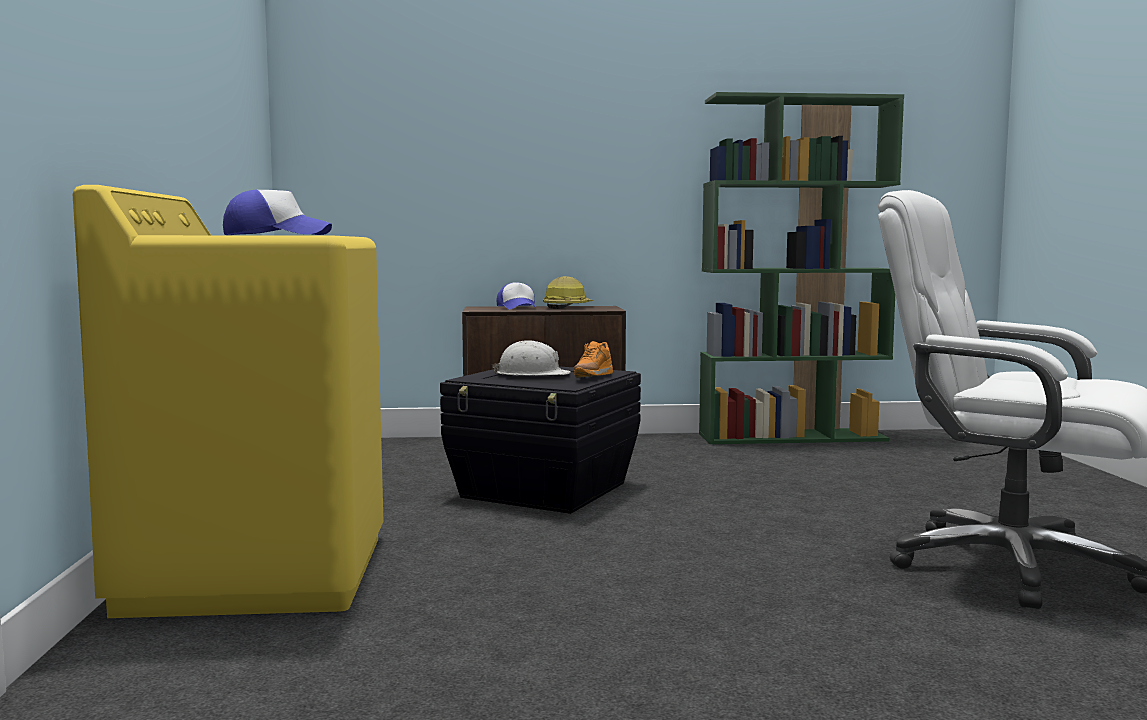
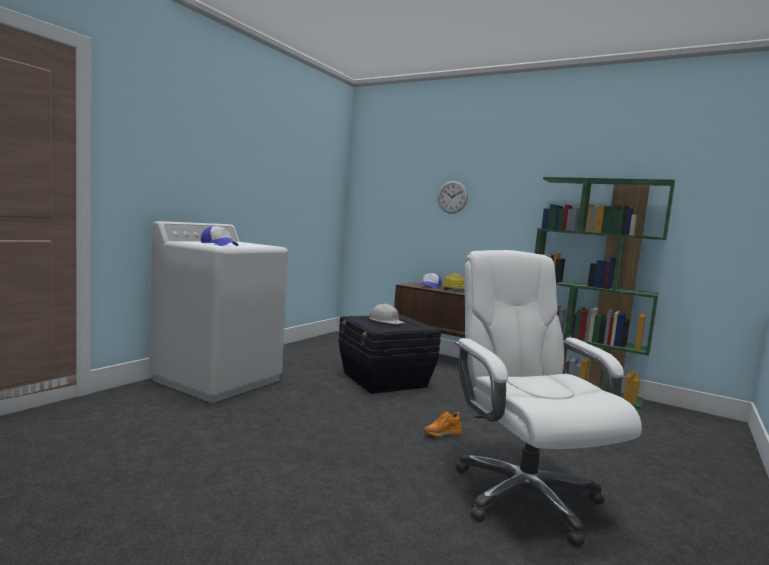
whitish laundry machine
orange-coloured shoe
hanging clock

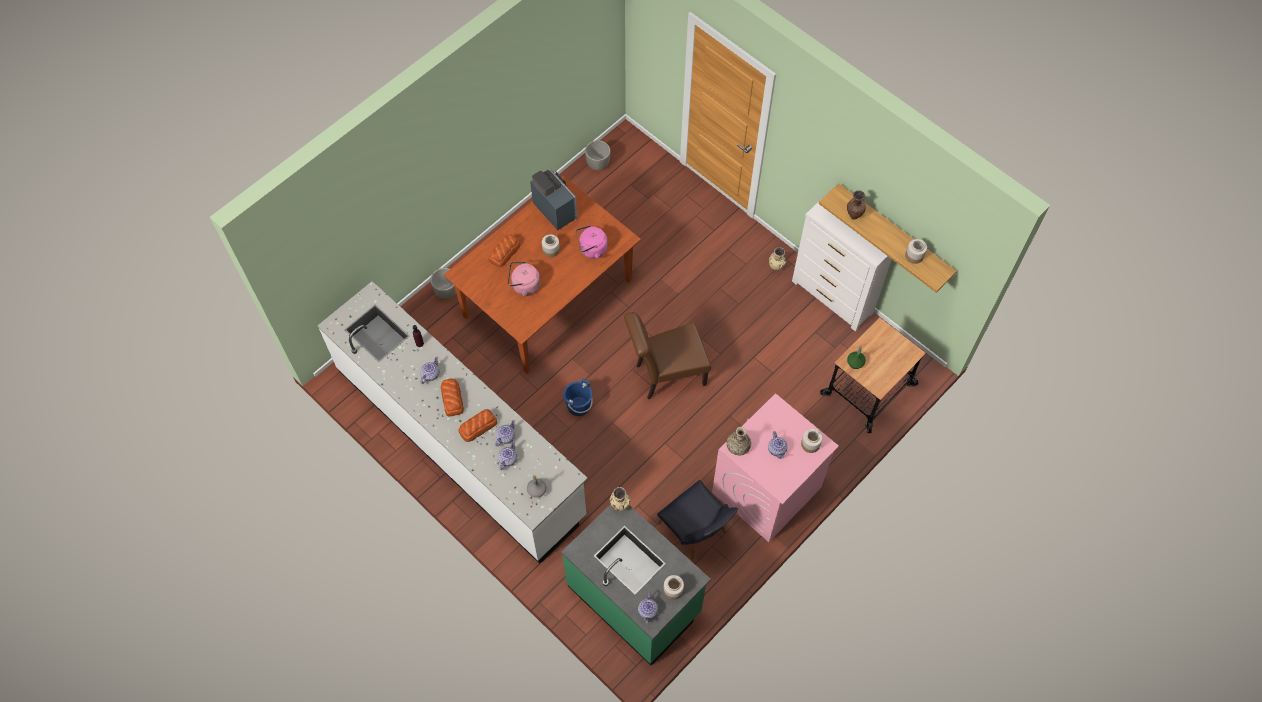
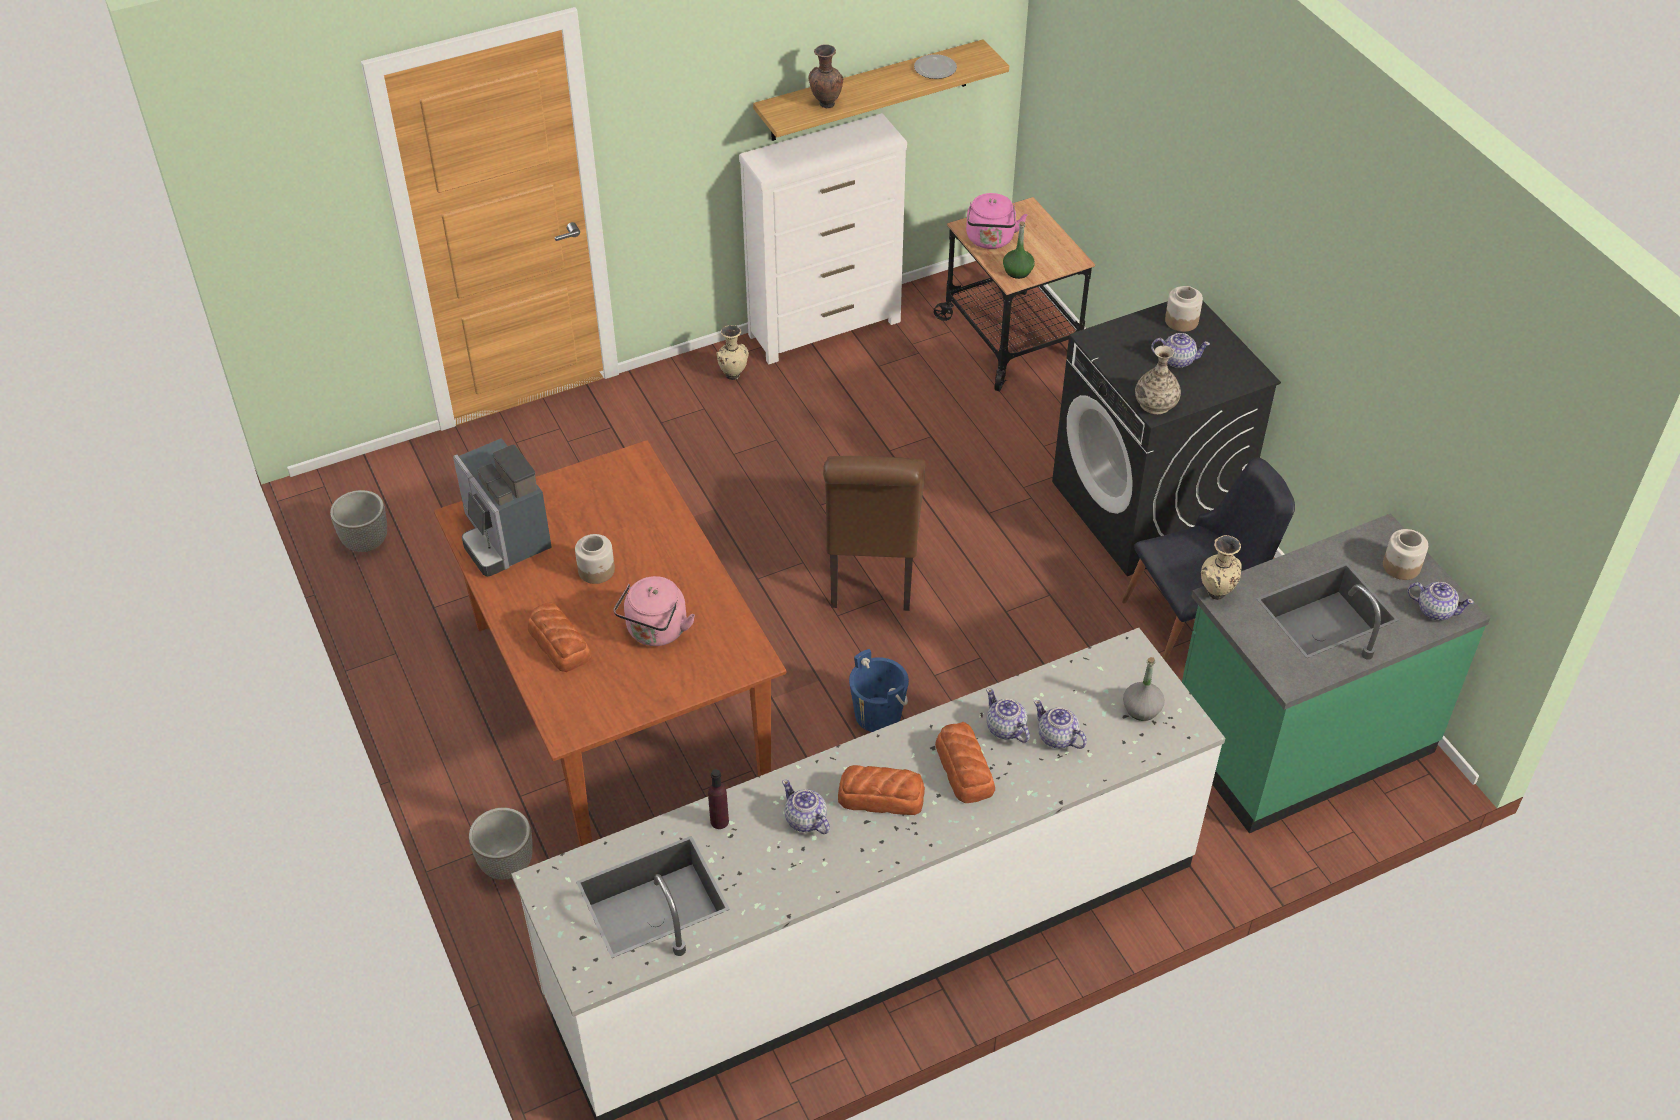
coffee machine
dinner plate
pink water kettle (no. 2 from left)
black-coloured laundry machine

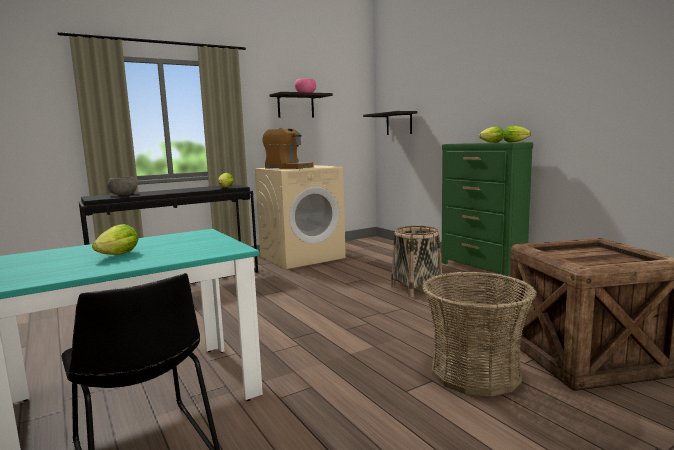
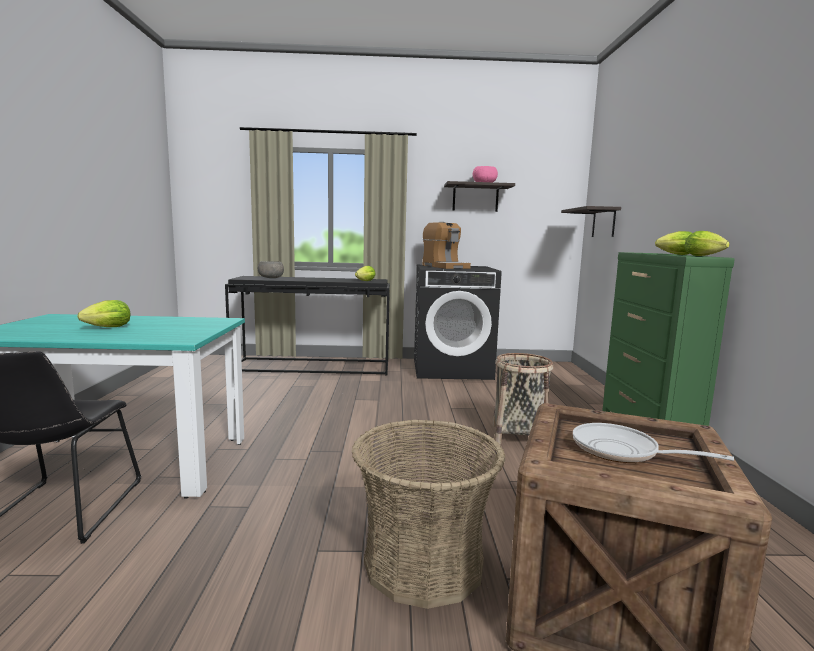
black-coloured laundry machine
skillet

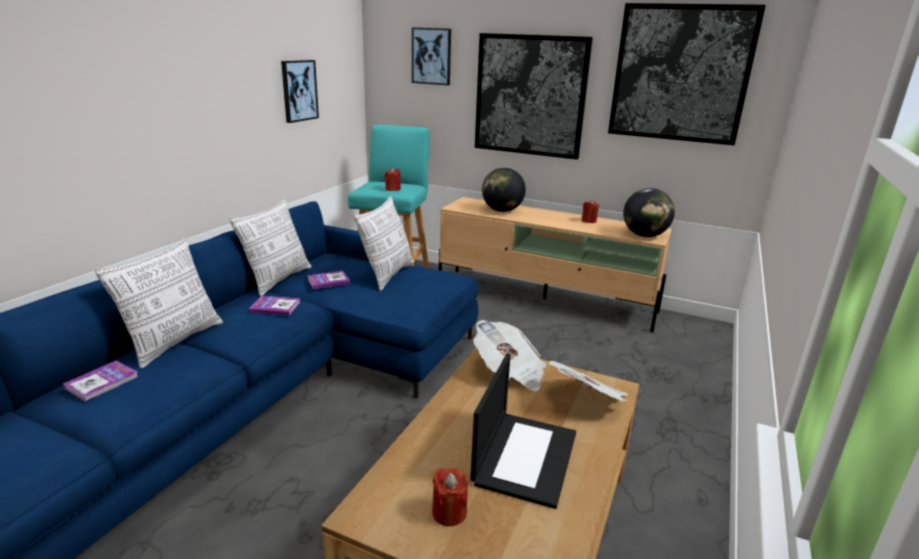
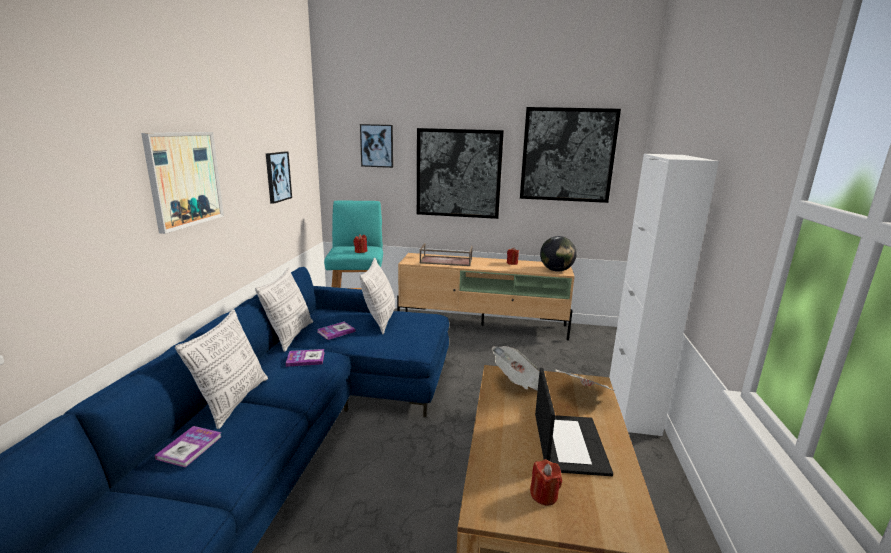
wall picture (no. 1 from left)
brownish carrying tray
whitish storage cabinet

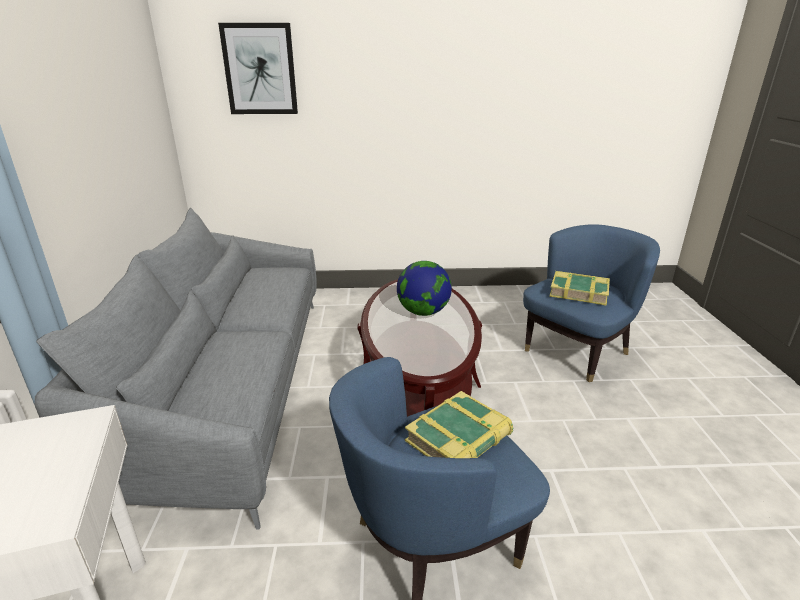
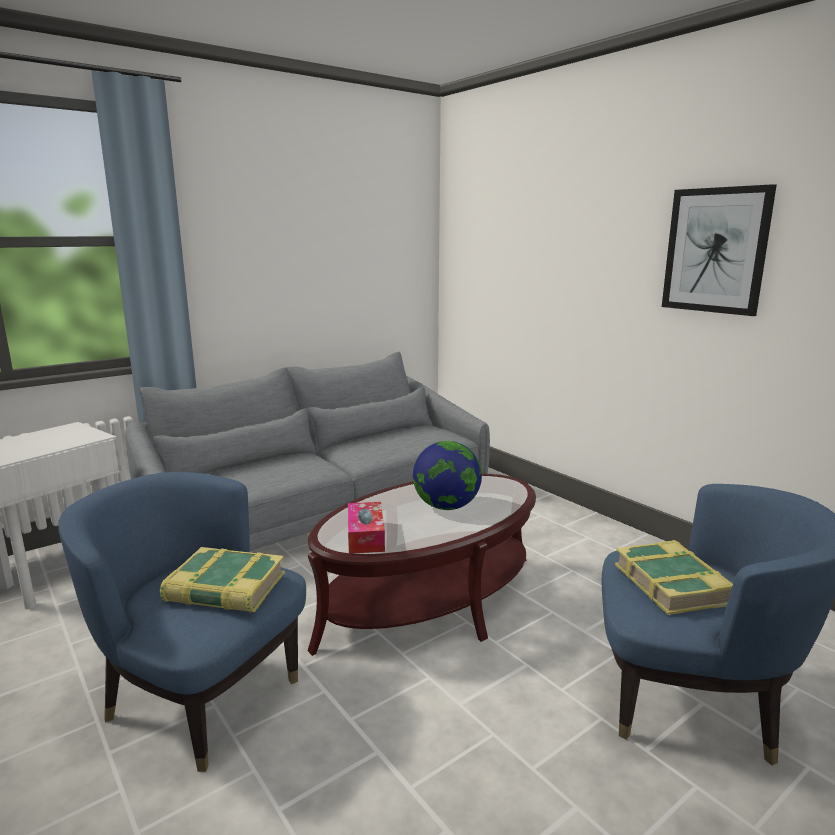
tissue box
wall picture

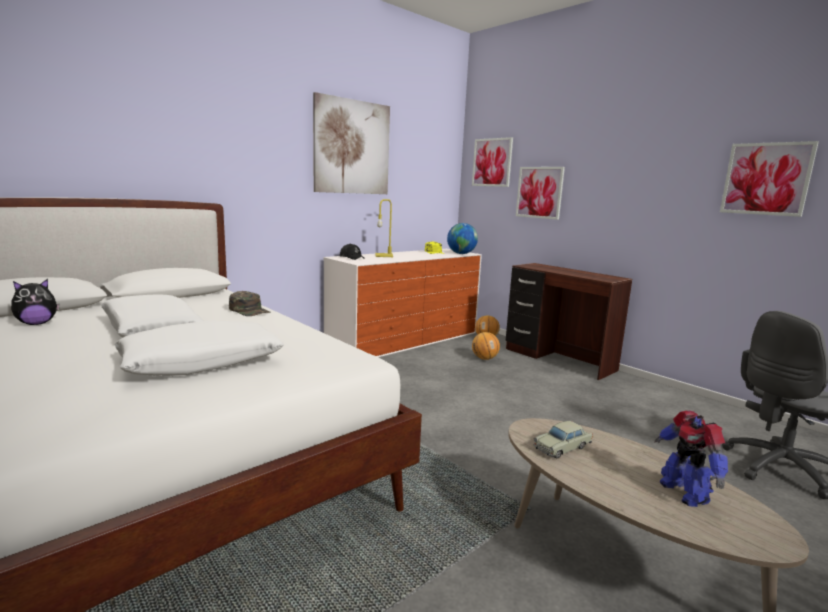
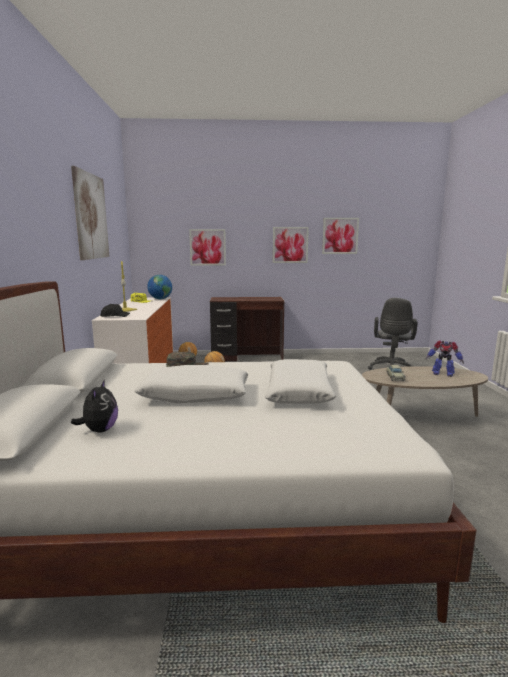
wall picture (no. 3 from left)

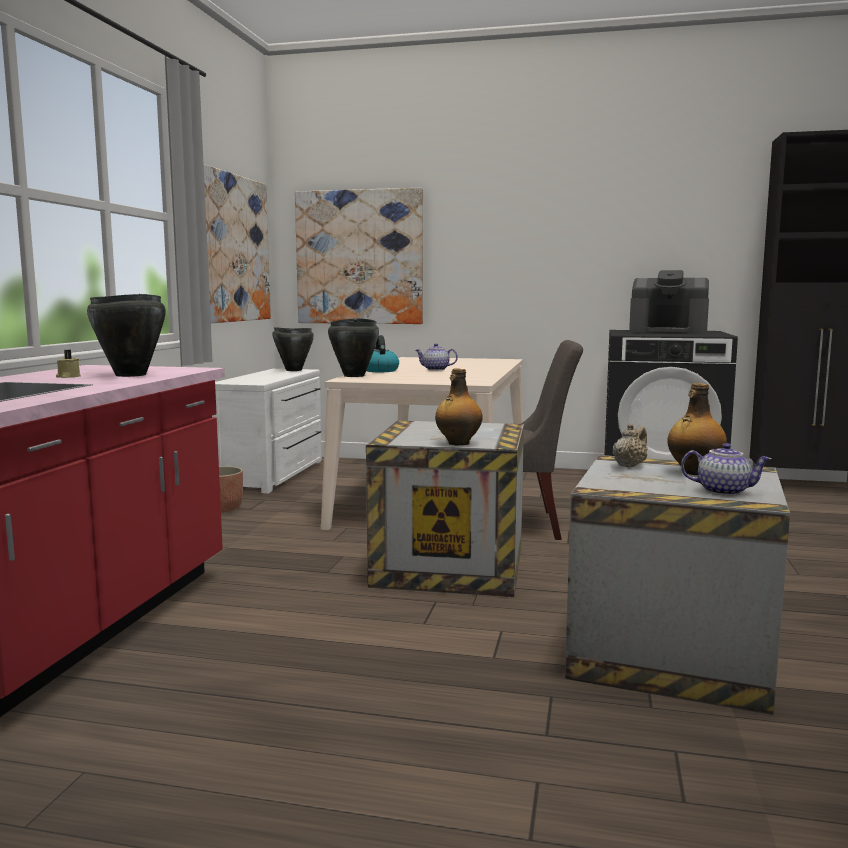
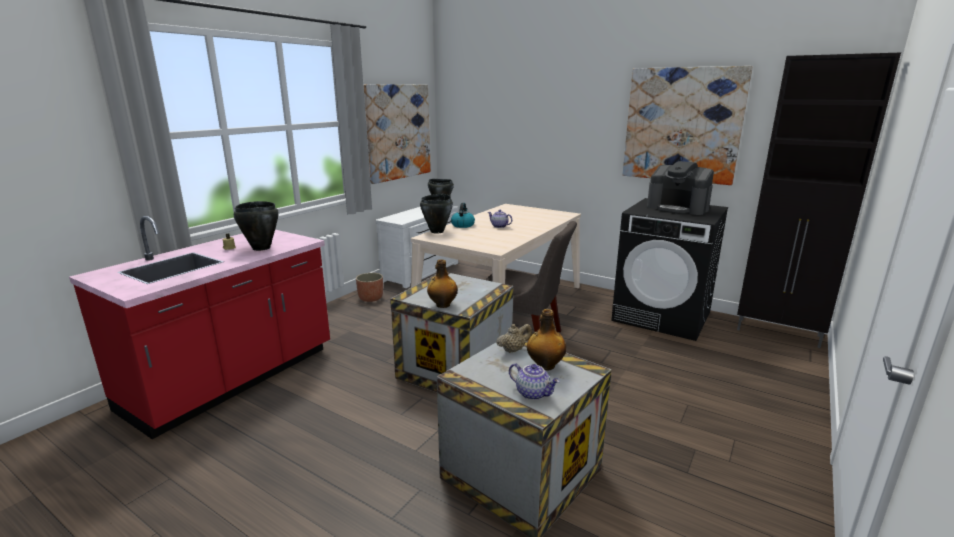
wall picture (no. 2 from left)

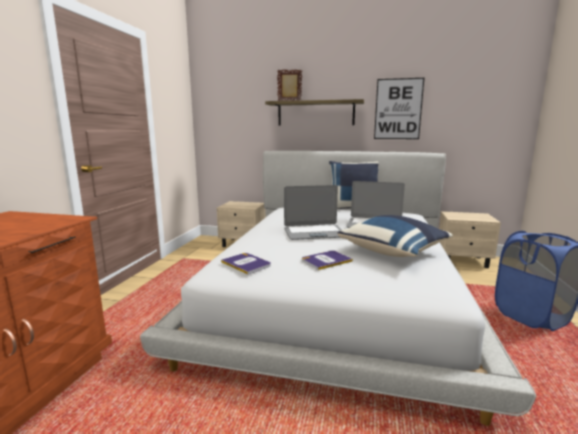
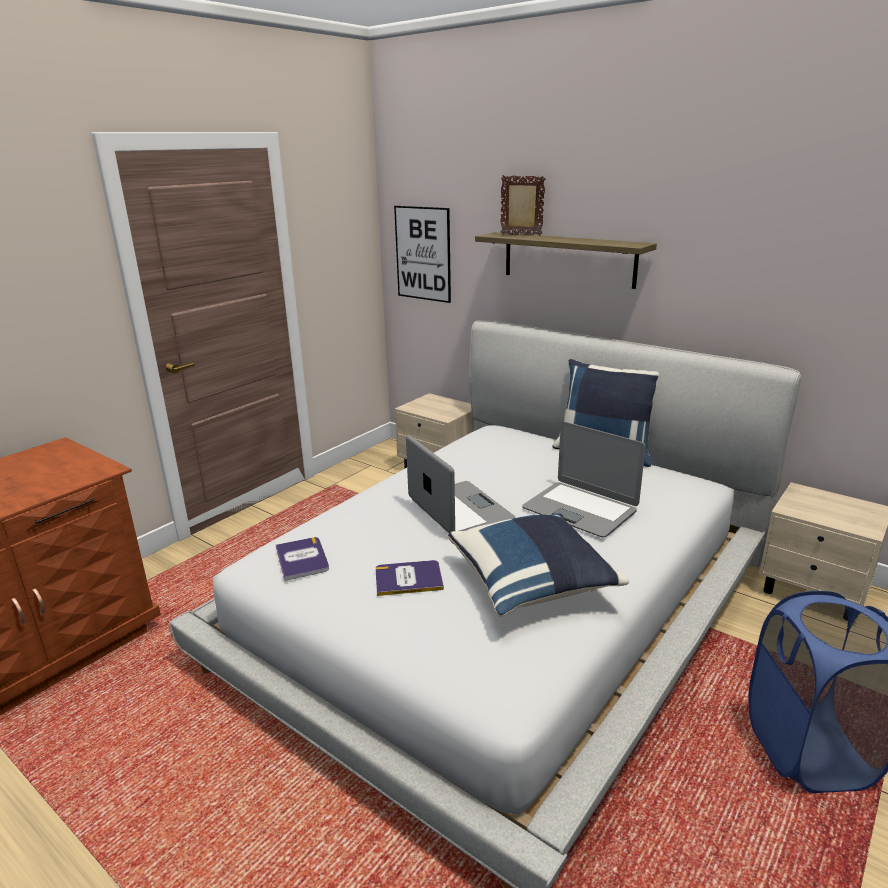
wall picture
notebook computer (no. 1 from left)

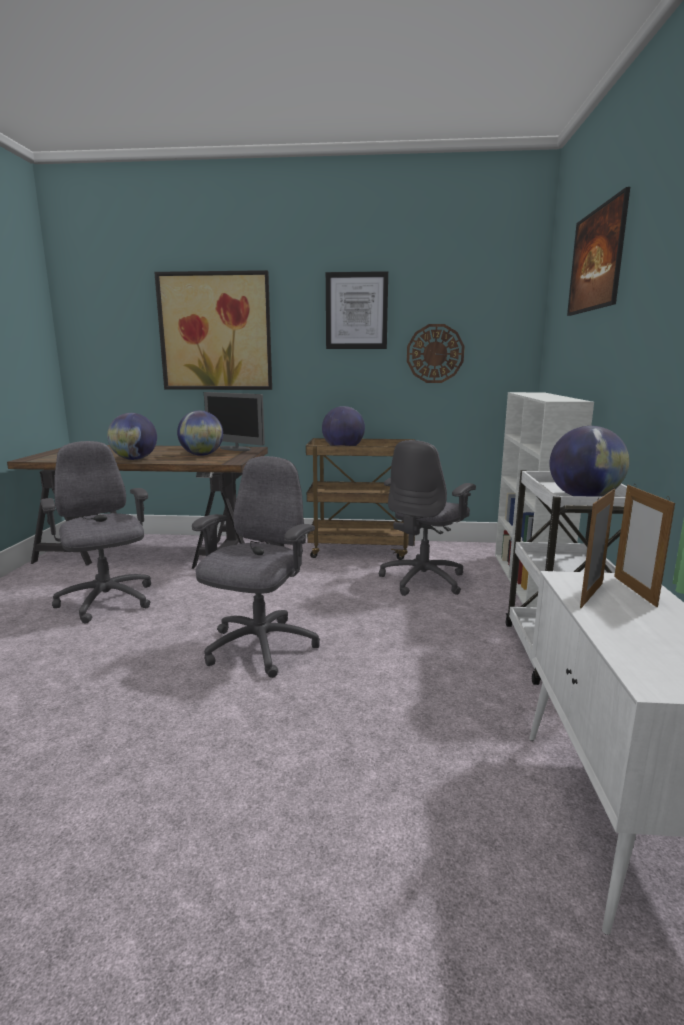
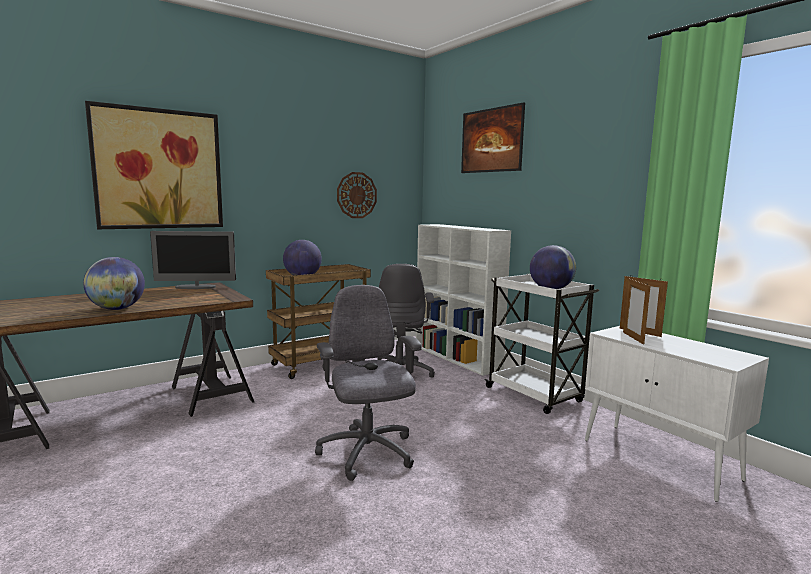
greyish desk chair (no. 1 from left in the first image)
world globe (no. 2 from left in the first image)
wall picture (no. 2 from left in the first image)

